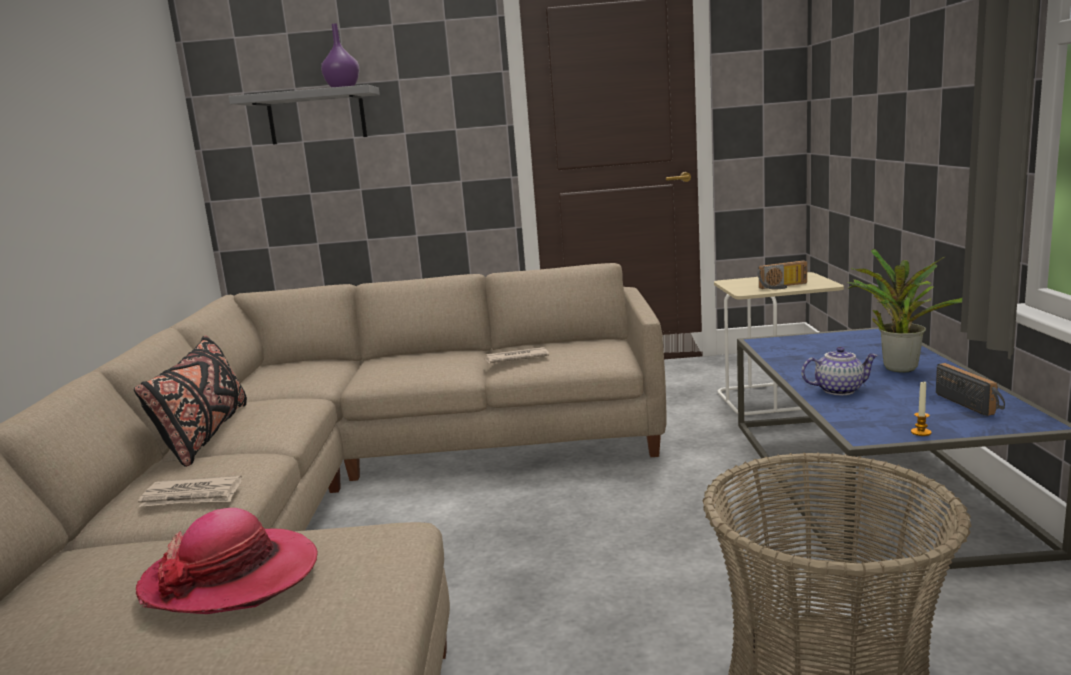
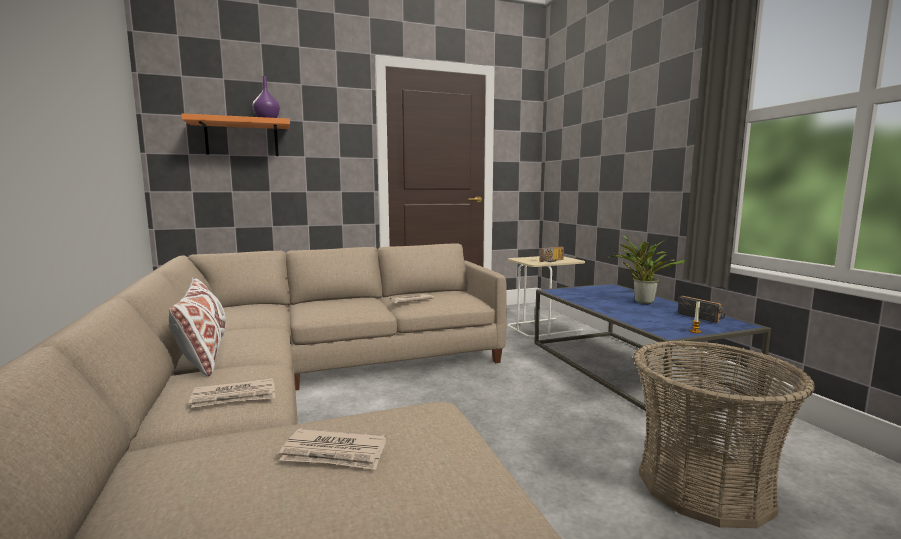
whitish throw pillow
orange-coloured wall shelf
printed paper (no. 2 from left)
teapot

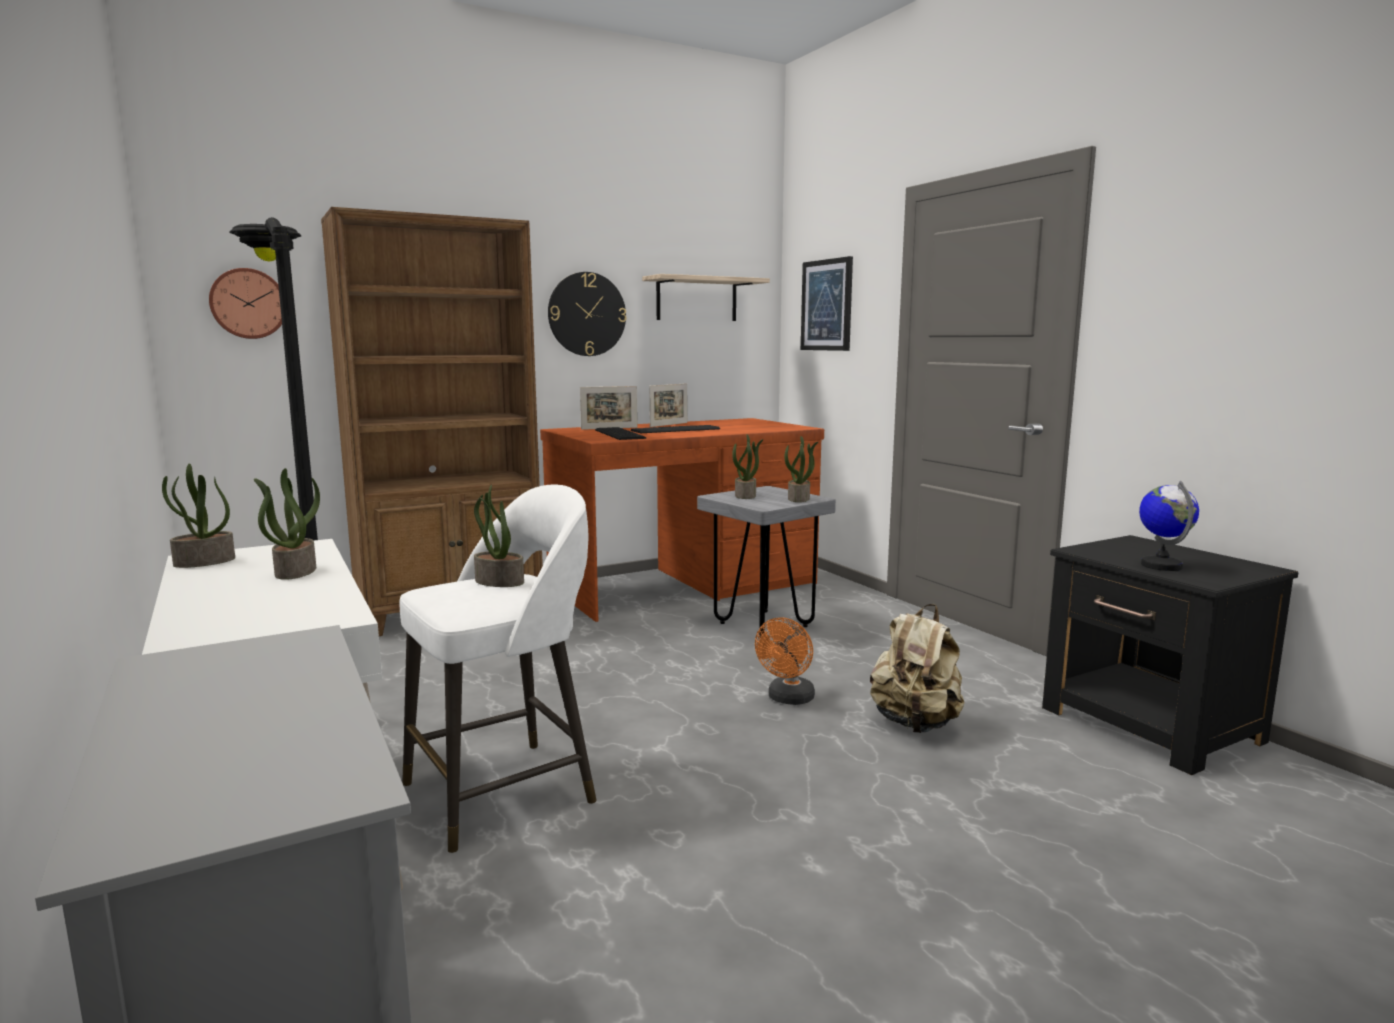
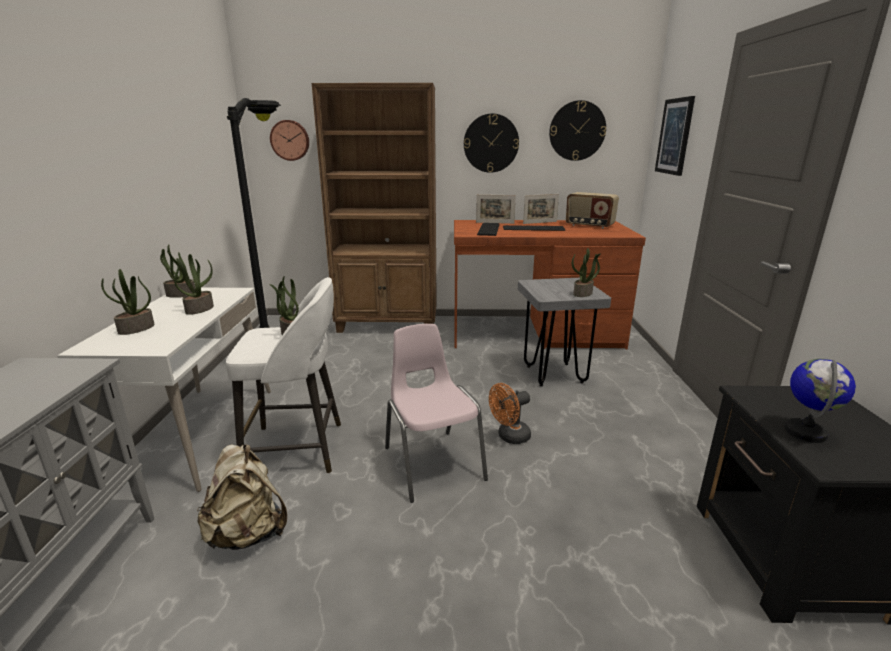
potted plant (no. 1 from left)
beige backpack
pink plain chair
hanging clock (no. 3 from left)
radio

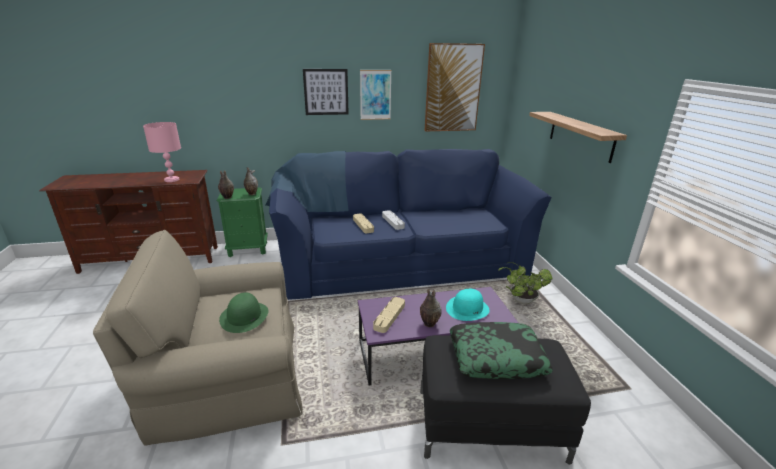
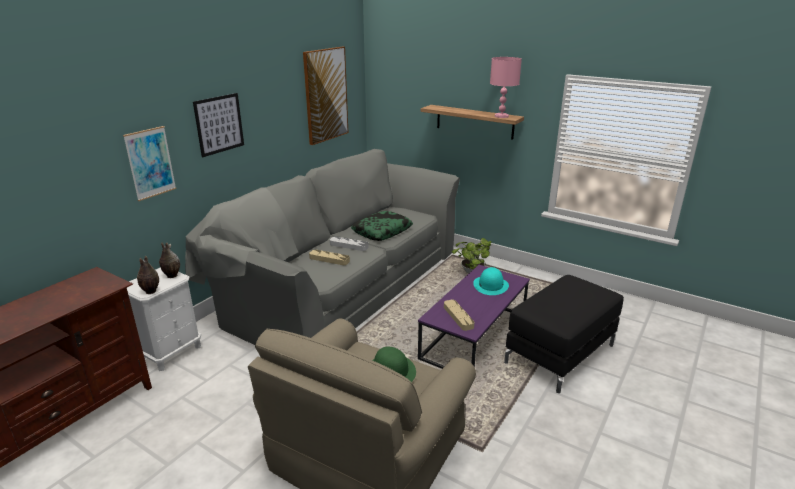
wall picture (no. 1 from left)
whitish bedside table
greyish sofa
throw pillow
pink table lamp
flower vase (no. 3 from left in the first image)

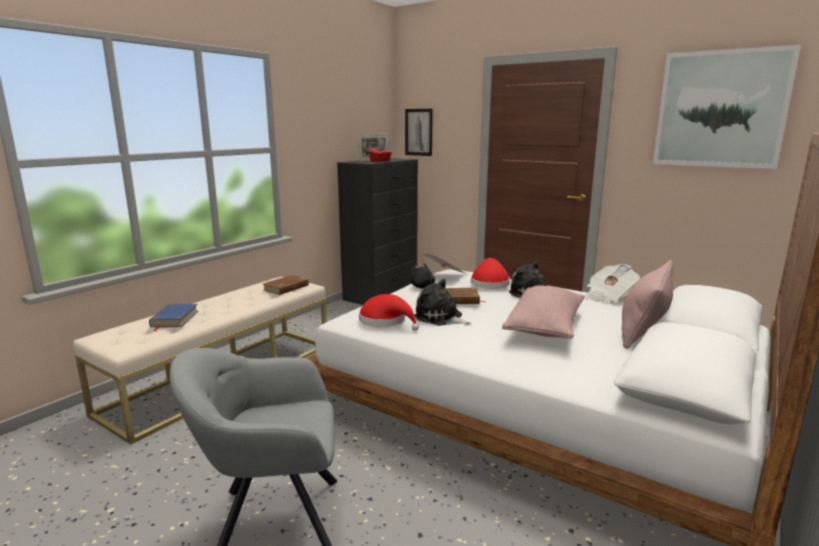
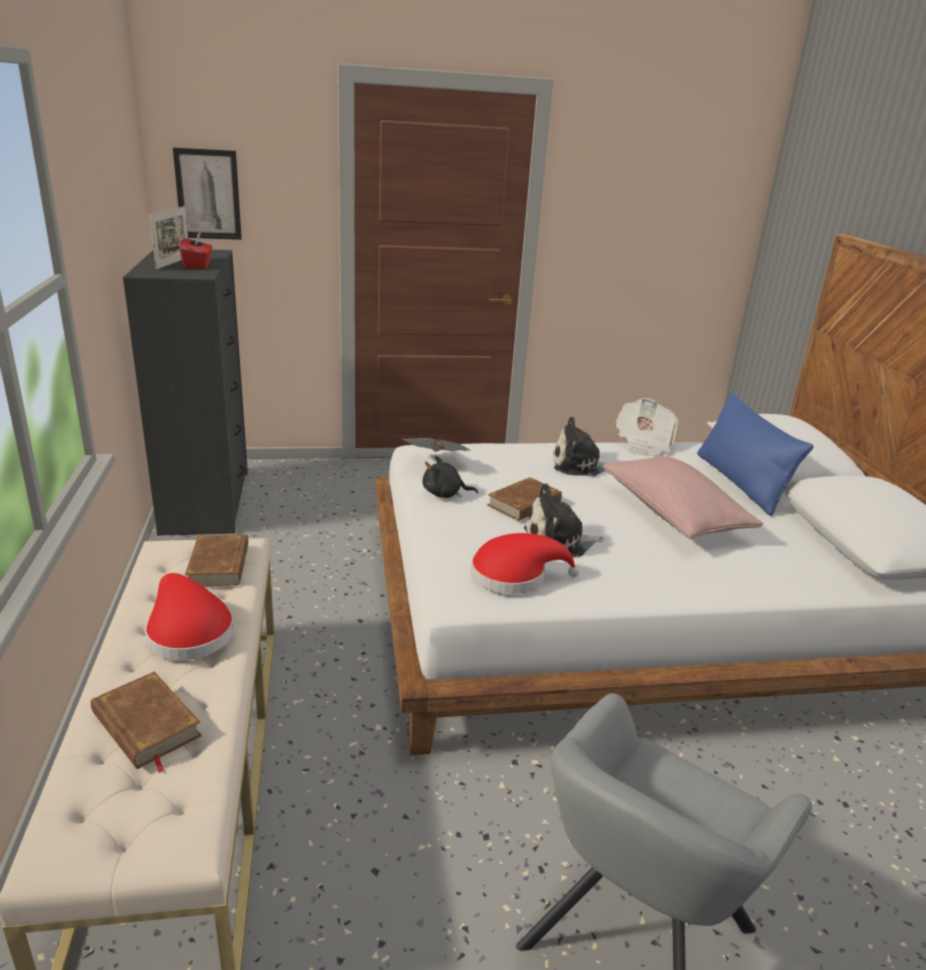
brownish book (no. 1 from left)
red clothing hat (no. 1 from left)
blue-coloured throw pillow
wall picture (no. 2 from left in the first image)

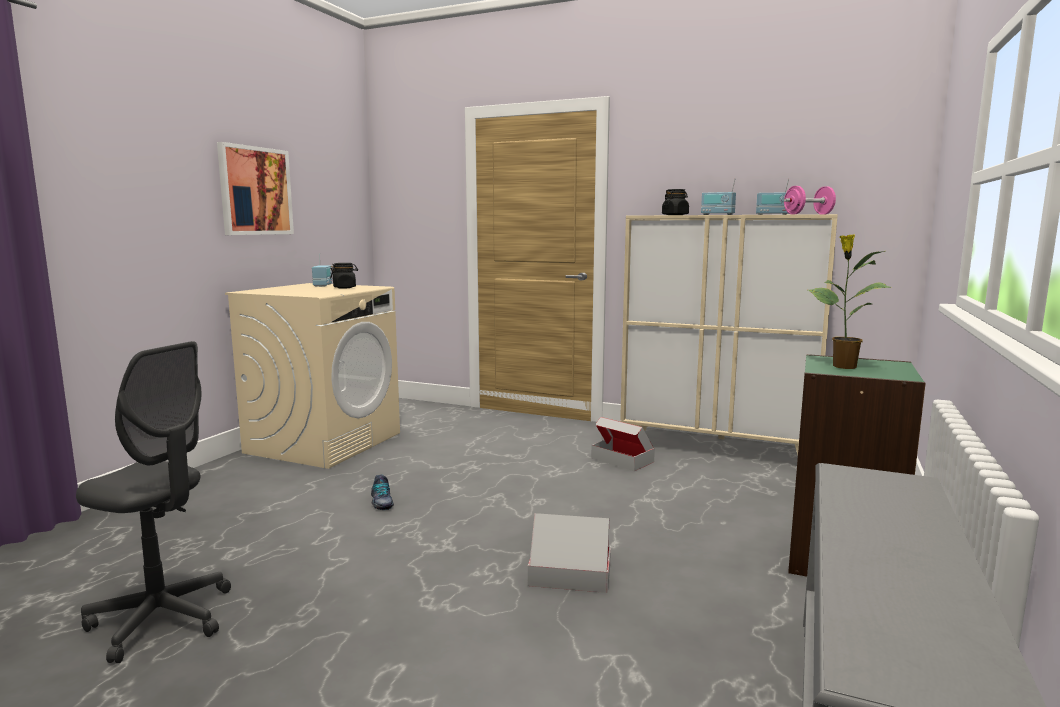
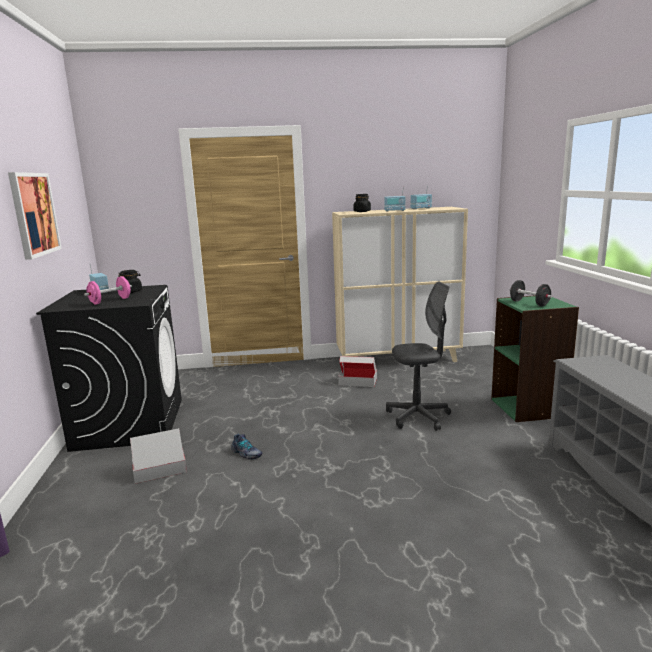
black-coloured laundry machine
pink hand weight
cardboard box (no. 1 from left)
greyish desk chair
black-coloured hand weight

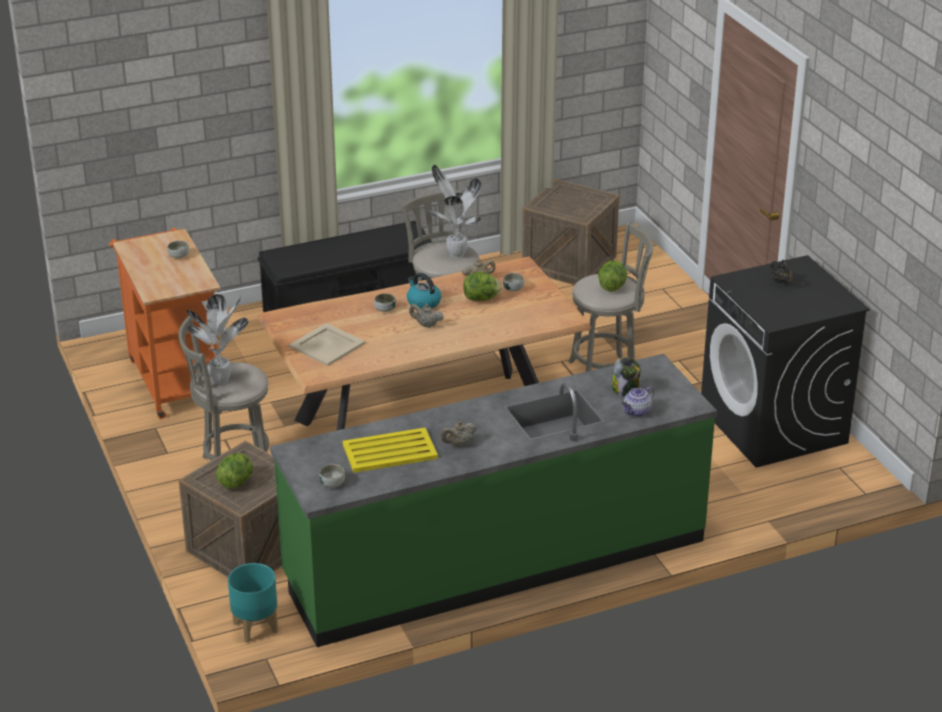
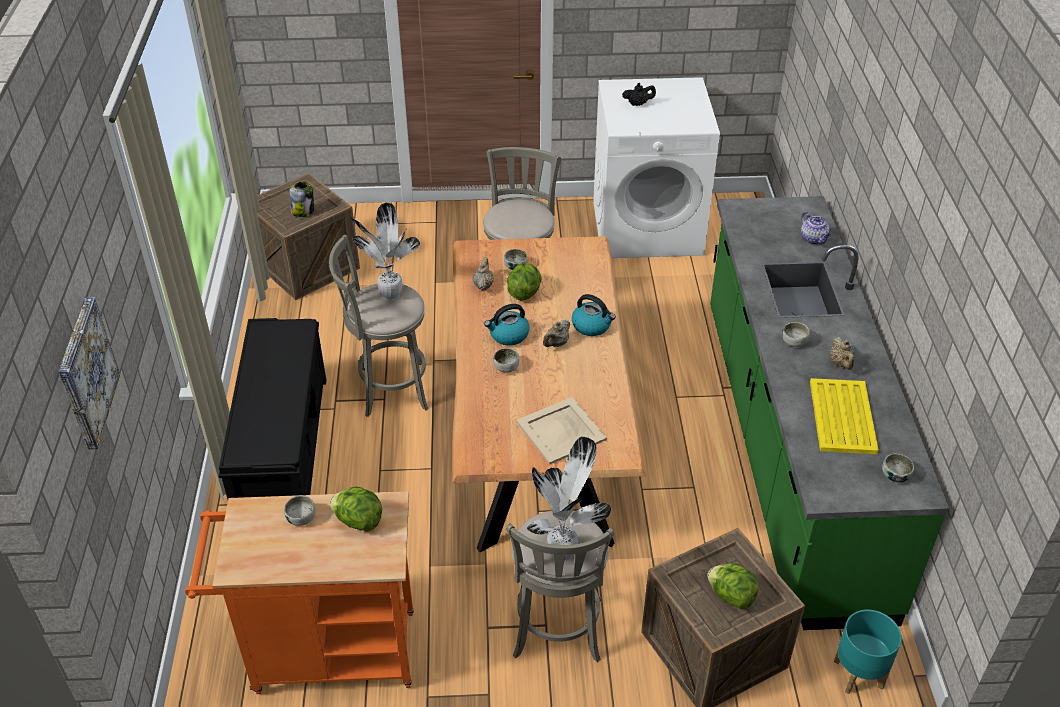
wall picture
storage jar
lettuce (no. 1 from left)
water kettle (no. 2 from left)
whitish laundry machine
serving bowl (no. 4 from left)

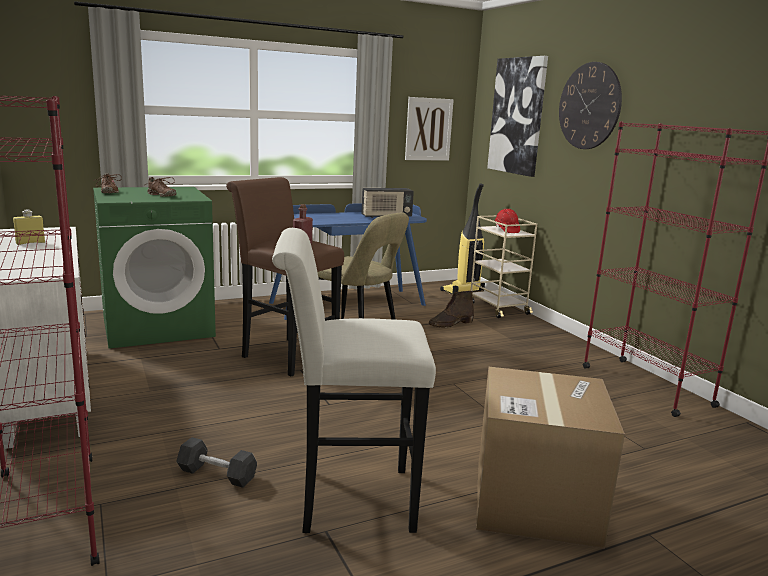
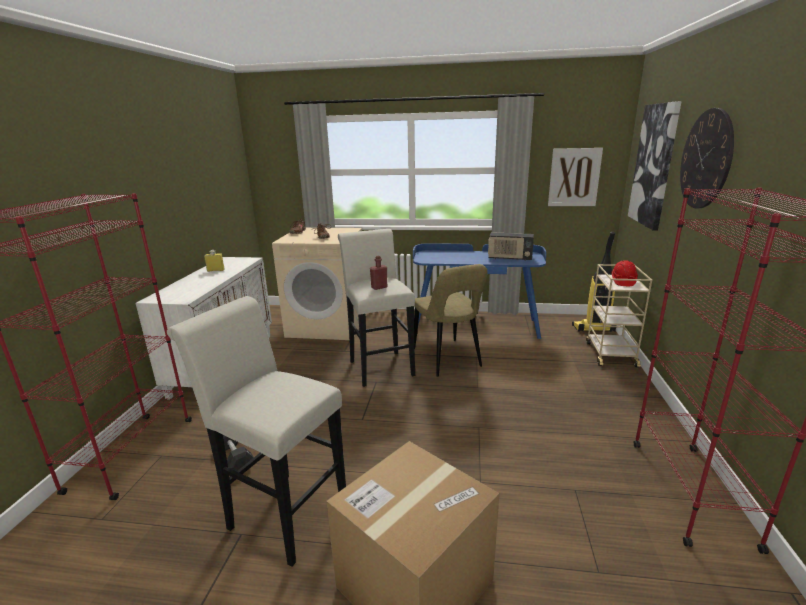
beige laundry machine
whitish stool (no. 2 from left)
brownish tall boot

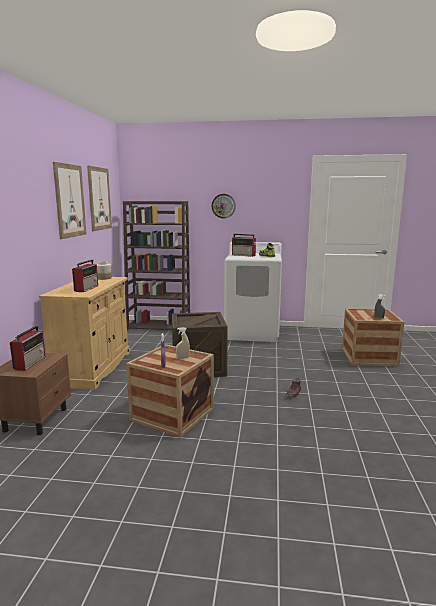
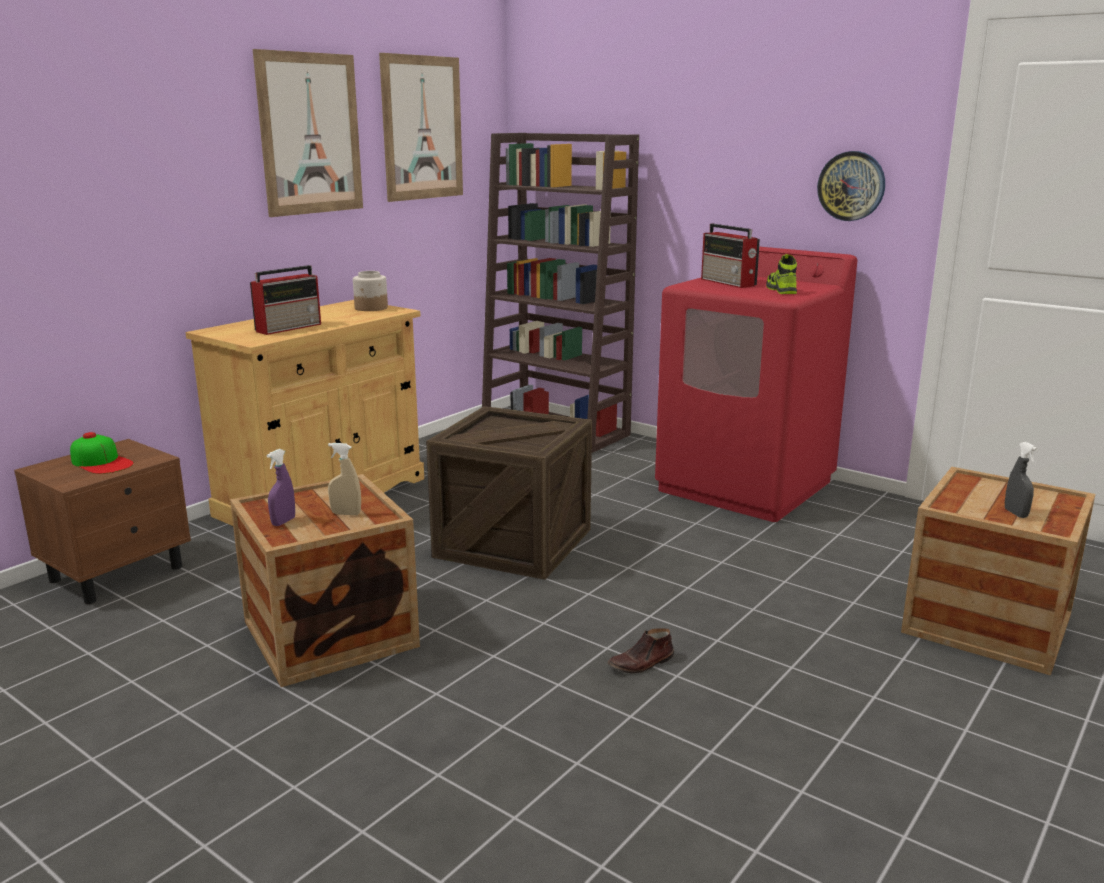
peaked cap
red laundry machine
hanging clock

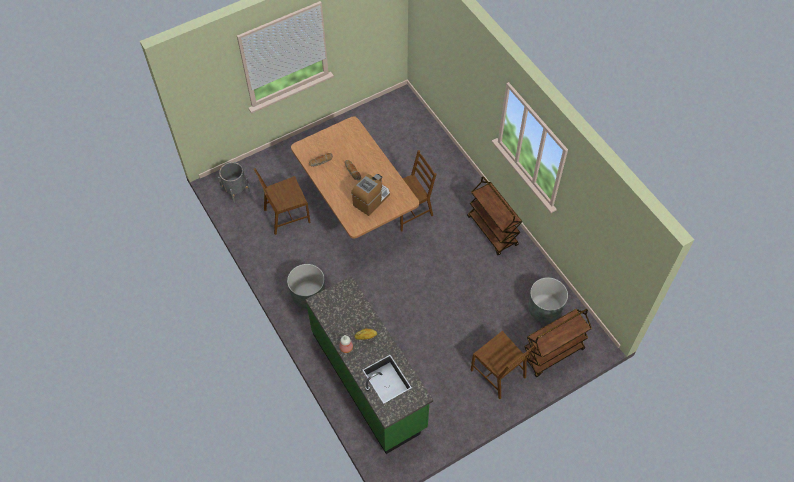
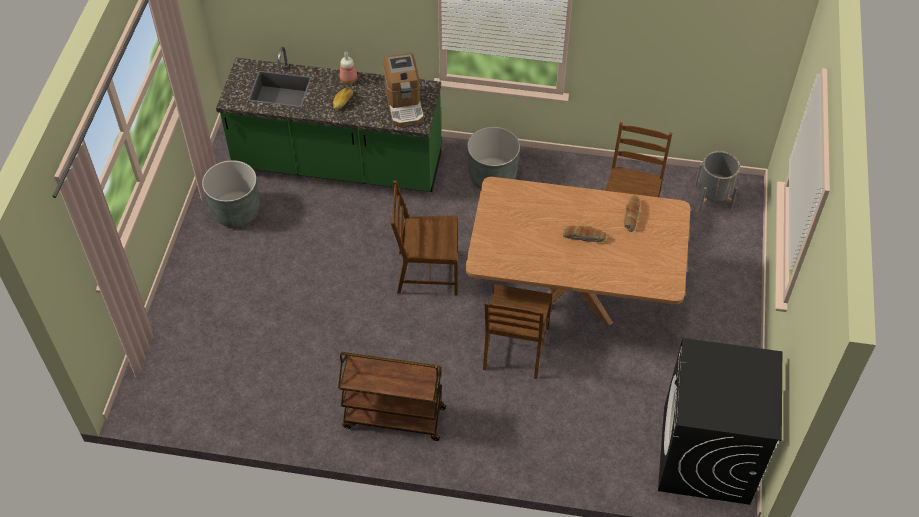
greyish planter (no. 1 from left)
coffee machine
brownish plain chair (no. 1 from left)
black-coloured laundry machine
brownish wheeled cart (no. 2 from left in the first image)

